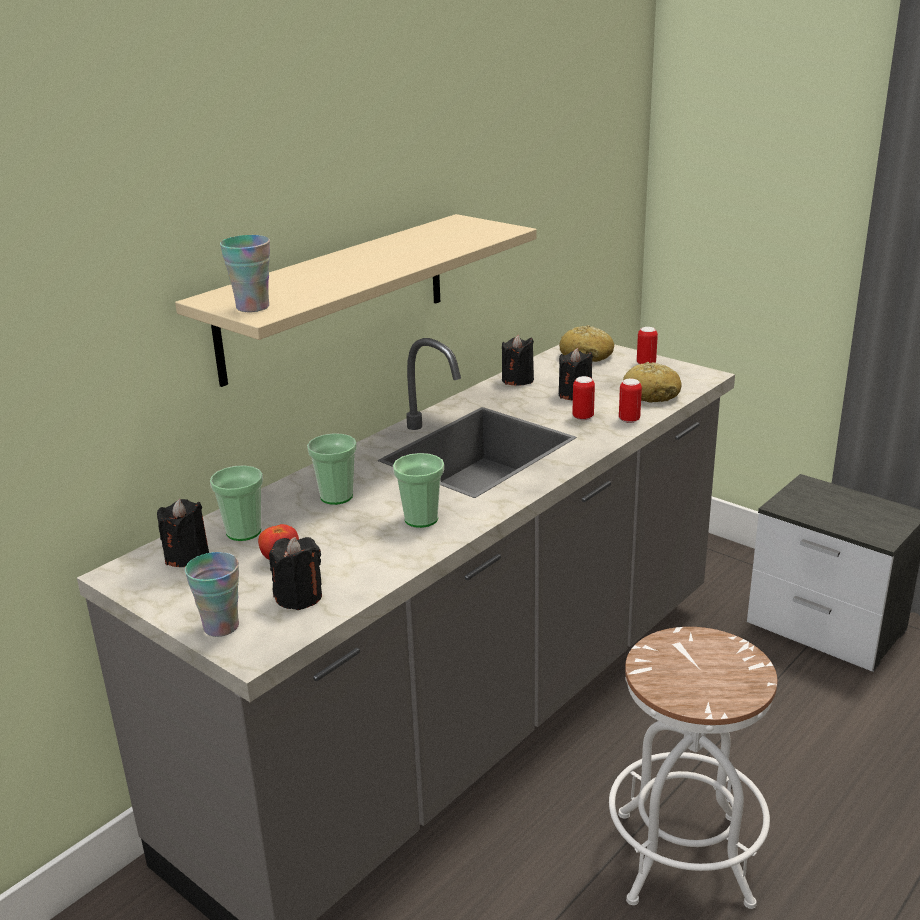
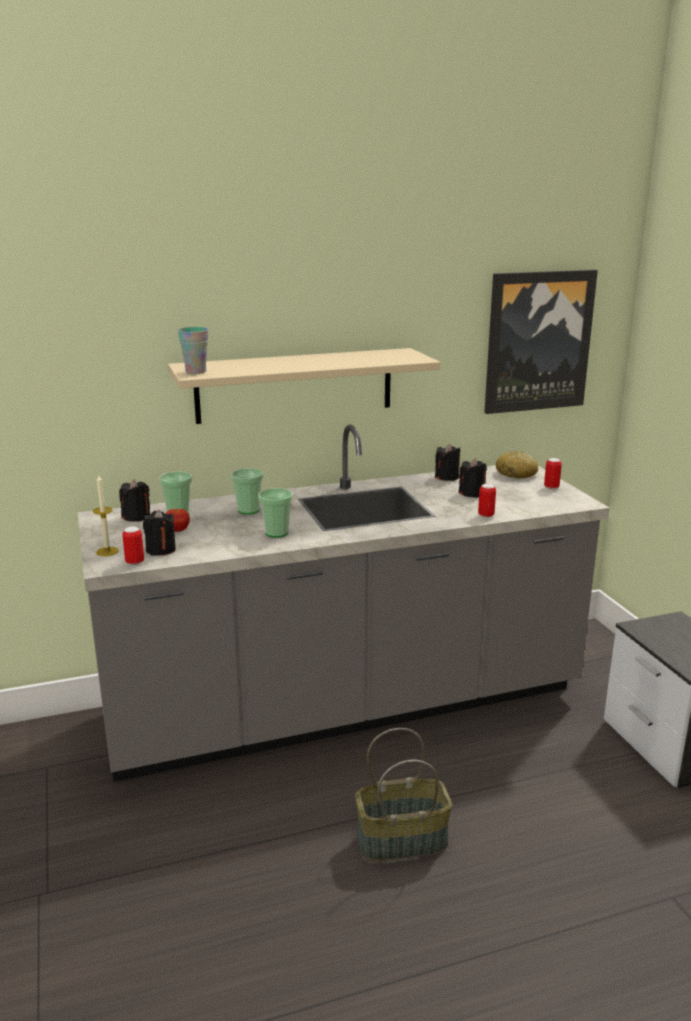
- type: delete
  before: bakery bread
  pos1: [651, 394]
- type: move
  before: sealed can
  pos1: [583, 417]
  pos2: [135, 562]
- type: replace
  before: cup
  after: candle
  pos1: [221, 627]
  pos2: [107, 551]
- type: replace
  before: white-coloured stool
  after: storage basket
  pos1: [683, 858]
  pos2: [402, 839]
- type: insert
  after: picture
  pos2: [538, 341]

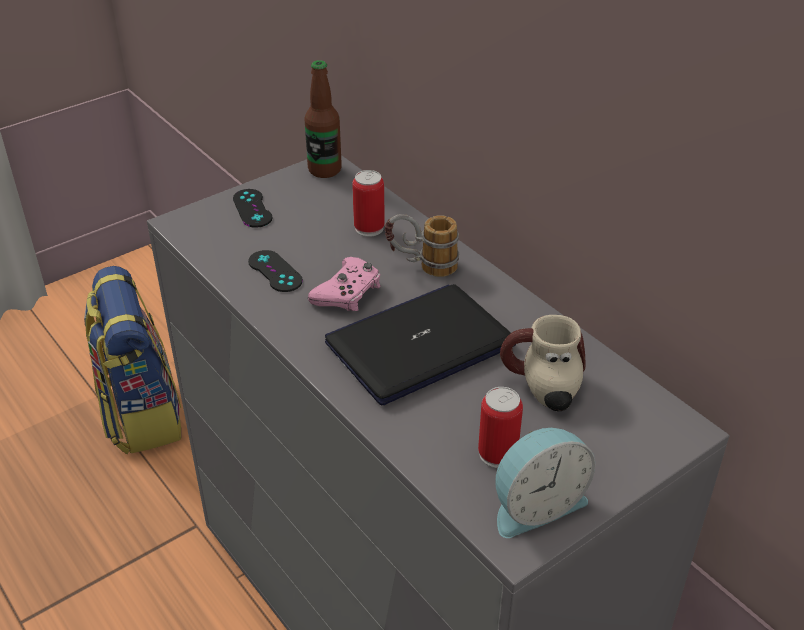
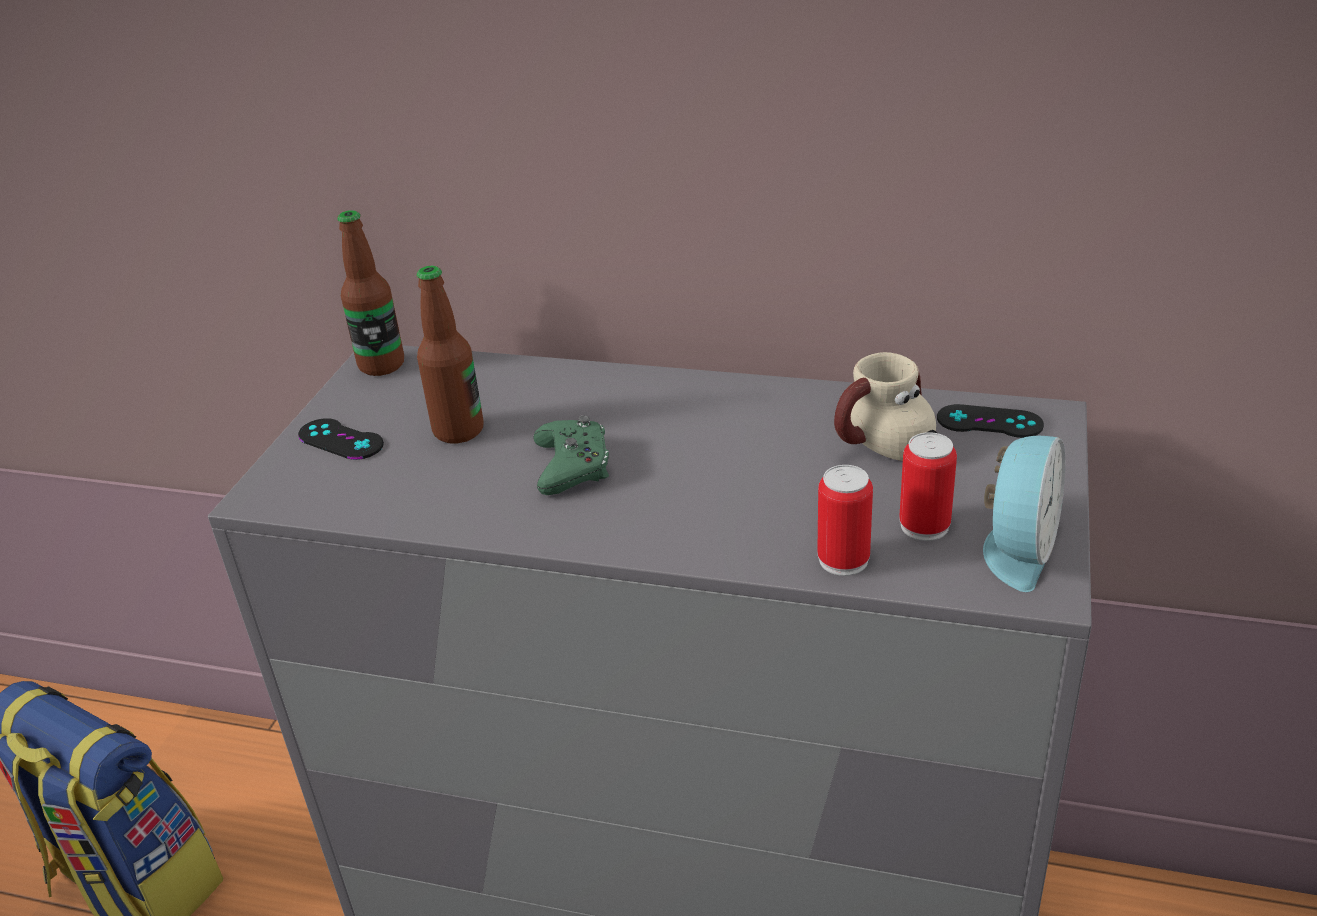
- type: move
  before: sealed can
  pos1: [369, 228]
  pos2: [843, 560]
- type: delete
  before: mug
  pos1: [422, 267]
- type: move
  before: black-coloured joypad
  pos1: [275, 271]
  pos2: [989, 422]
- type: recolor
  before: pink-coloured joypad
  after: green joypad
  pos1: [348, 293]
  pos2: [572, 466]
- type: delete
  before: laptop
  pos1: [419, 345]
- type: insert
  after: beverage bottle
  pos2: [458, 431]

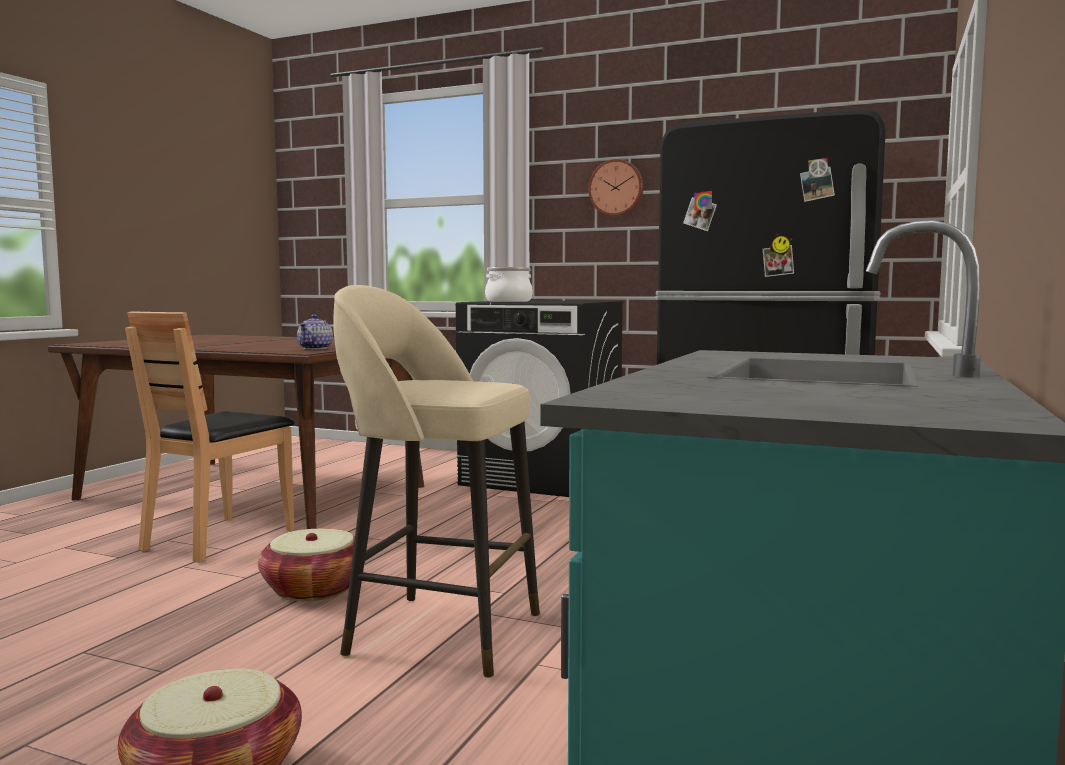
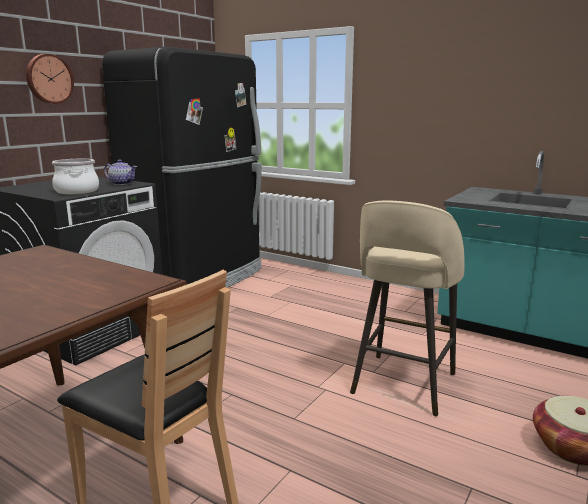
- type: move
  before: pot for tea
  pos1: [316, 348]
  pos2: [122, 183]
- type: delete
  before: storage basket
  pos1: [314, 589]

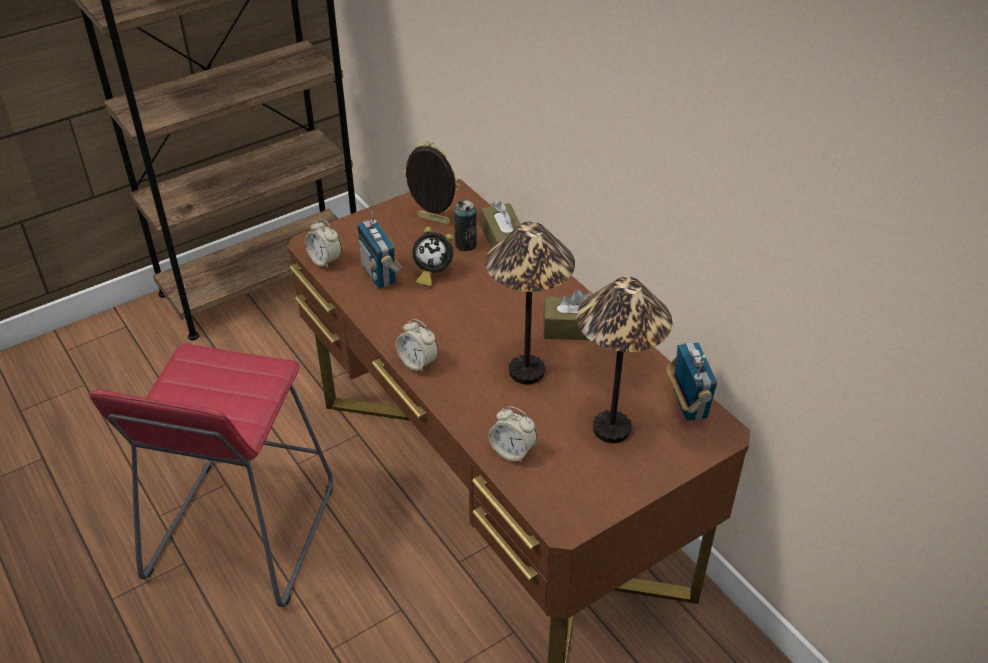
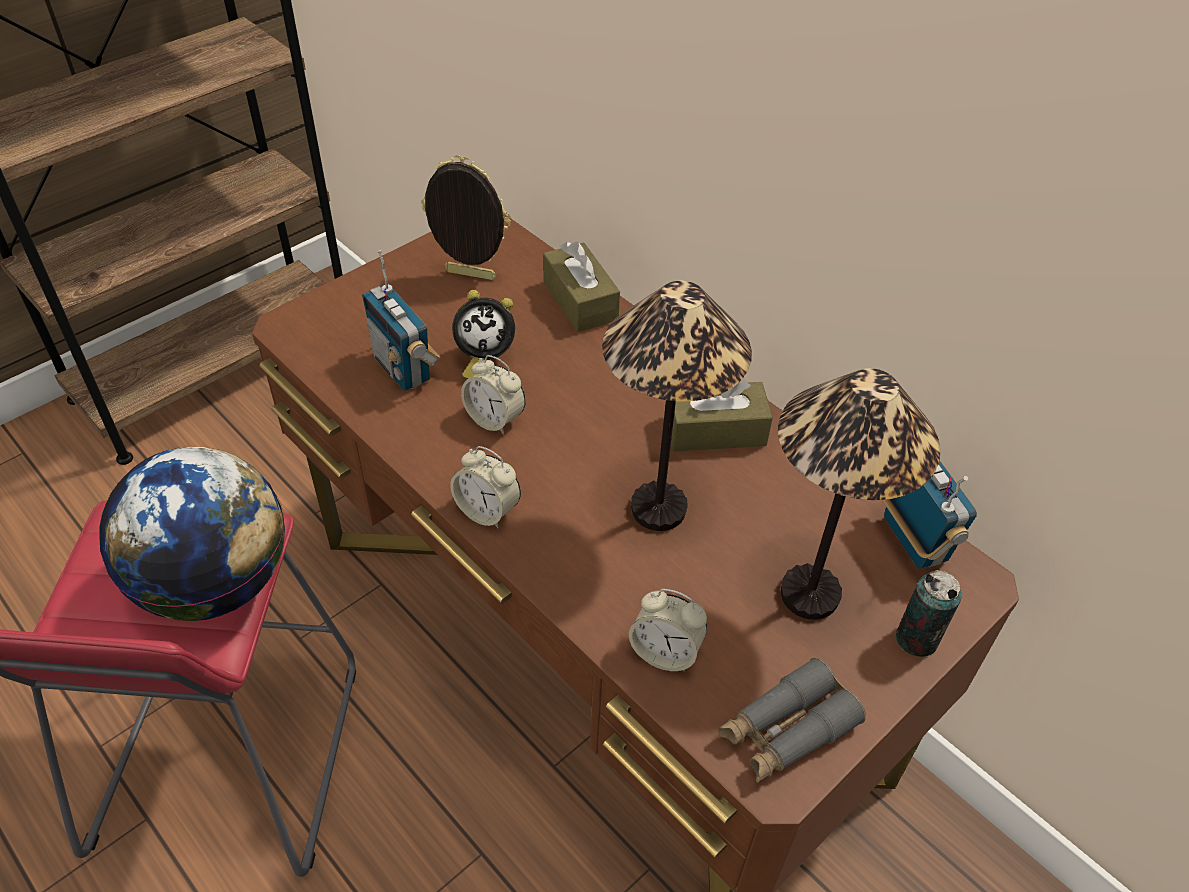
- type: move
  before: sealed can
  pos1: [465, 245]
  pos2: [916, 639]
- type: move
  before: table clock
  pos1: [325, 260]
  pos2: [494, 419]
- type: insert
  after: globe
  pos2: [215, 583]
- type: insert
  after: grey pair of binoculars
  pos2: [786, 730]

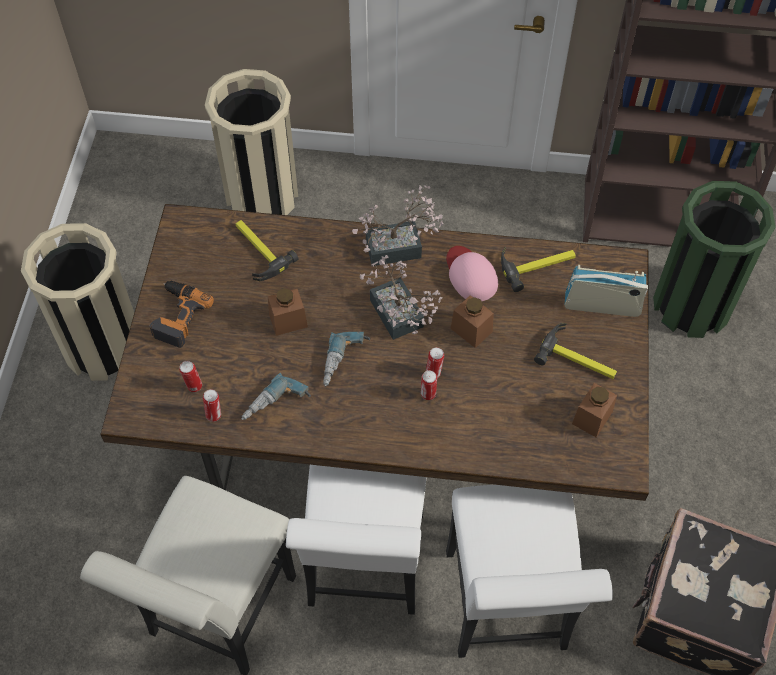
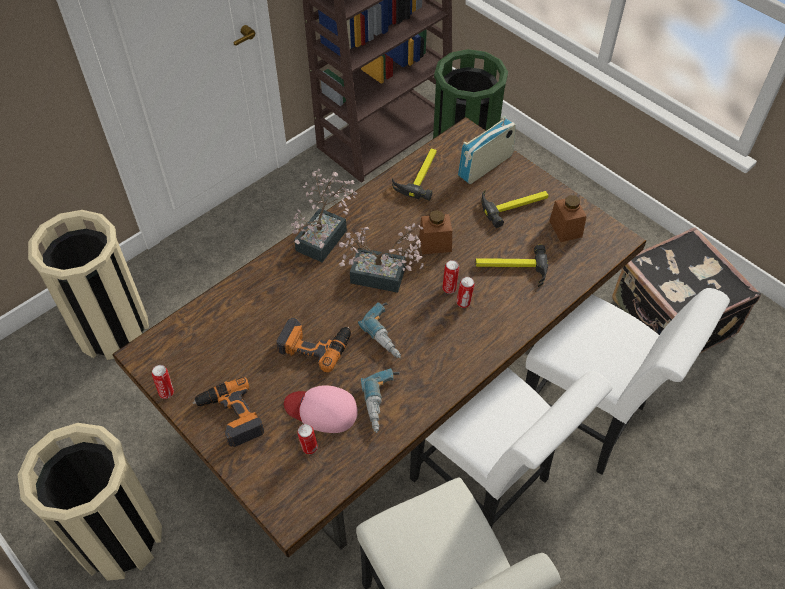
- type: move
  before: tool hammer
  pos1: [257, 251]
  pos2: [511, 269]
- type: move
  before: pink-coloured peaked cap
  pos1: [470, 275]
  pos2: [322, 410]
- type: replace
  before: brownish storage jar
  after: electric drill
  pos1: [288, 321]
  pos2: [315, 344]
- type: move
  before: sealed can
  pos1: [214, 415]
  pos2: [167, 392]

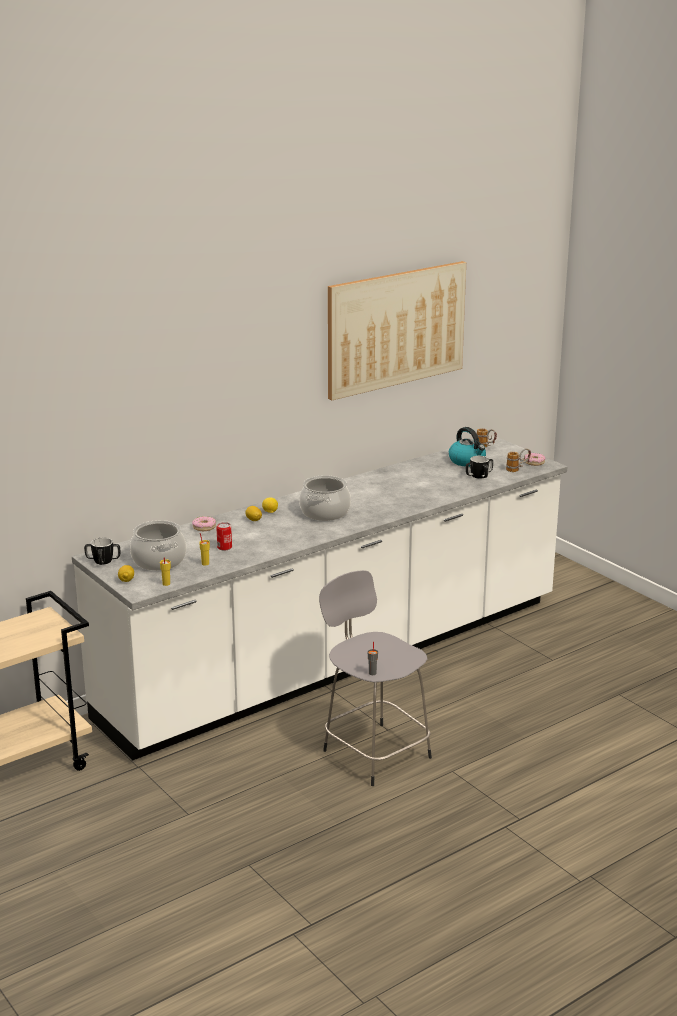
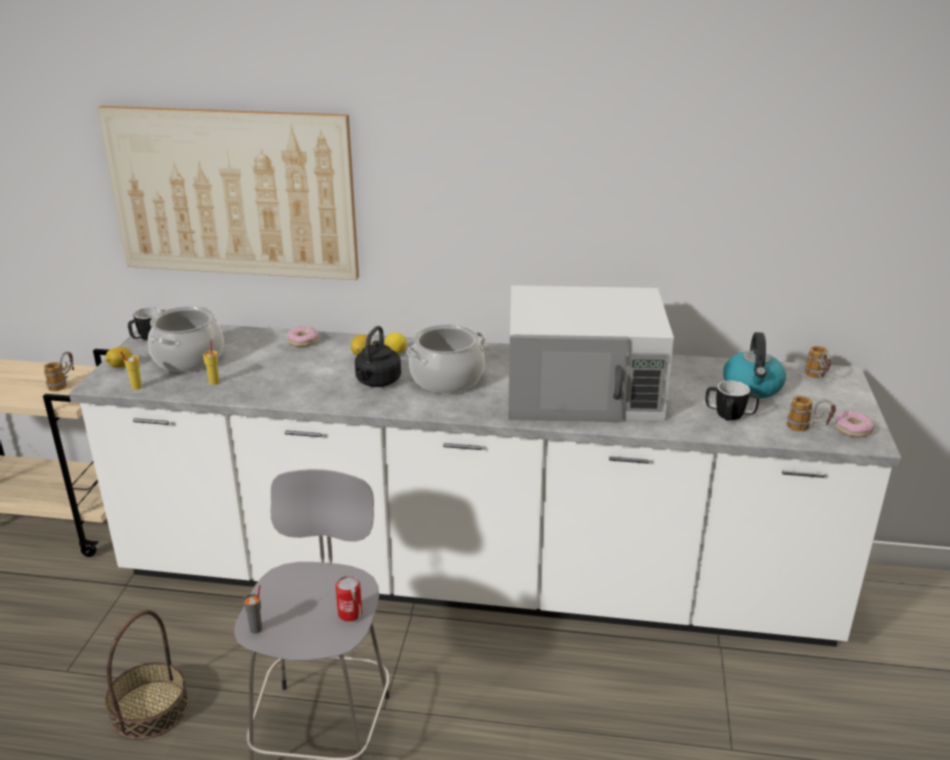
- type: move
  before: picture
  pos1: [396, 328]
  pos2: [233, 193]
- type: move
  before: sealed can
  pos1: [224, 547]
  pos2: [350, 614]
- type: insert
  after: white-coloured microwave oven
  pos2: [584, 390]
- type: insert
  after: black-coloured water kettle
  pos2: [377, 382]
- type: insert
  after: mug
  pos2: [63, 383]
- type: insert
  after: storage basket
  pos2: [149, 709]

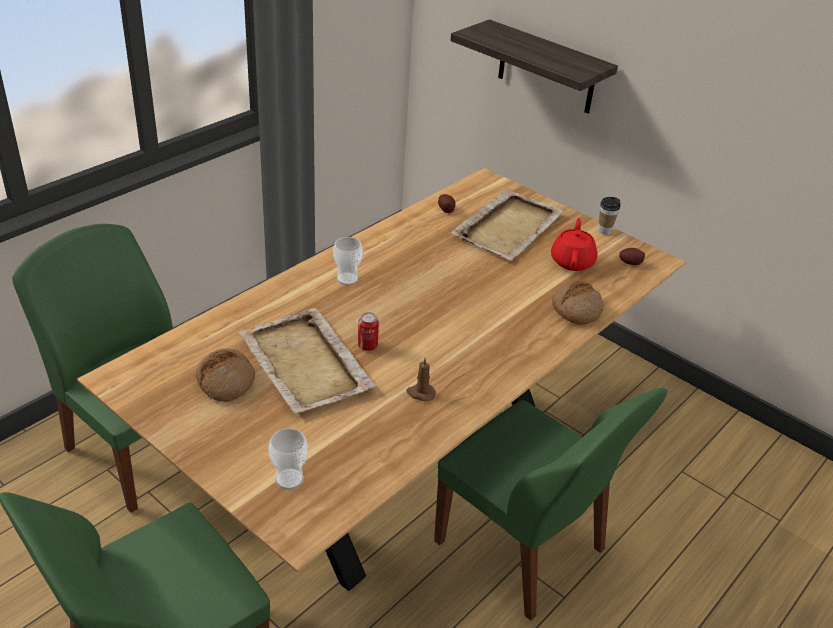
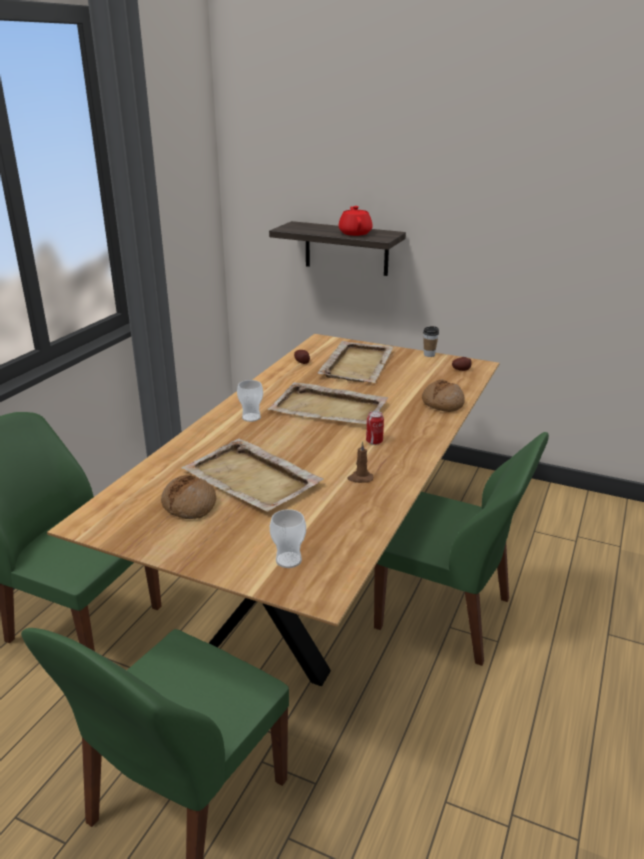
- type: move
  before: red-coloured pot for tea
  pos1: [572, 261]
  pos2: [355, 233]
- type: move
  before: sealed can
  pos1: [367, 346]
  pos2: [374, 441]
- type: insert
  after: beige tray
  pos2: [329, 408]

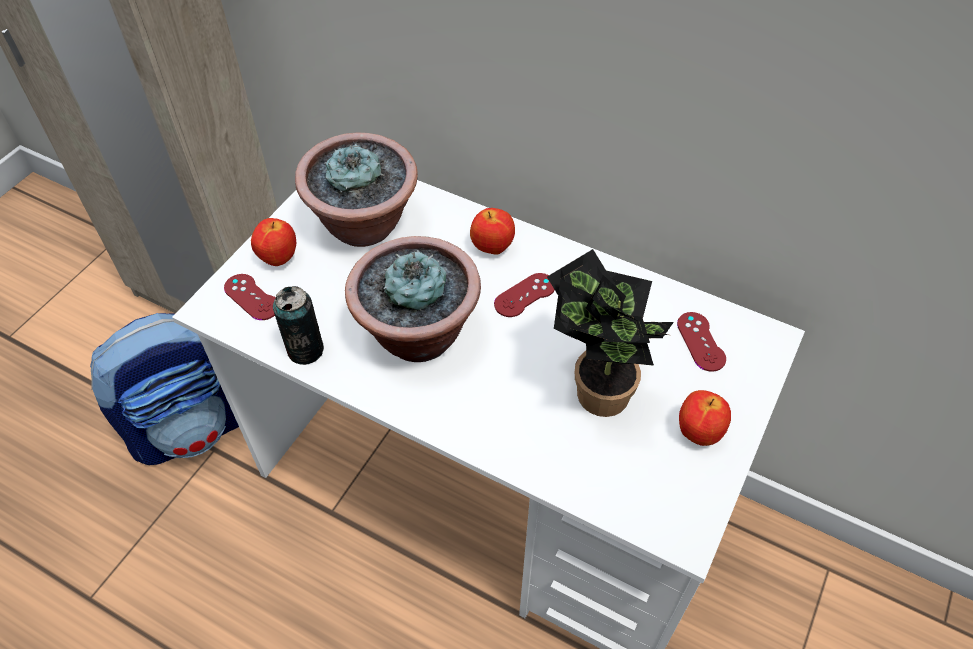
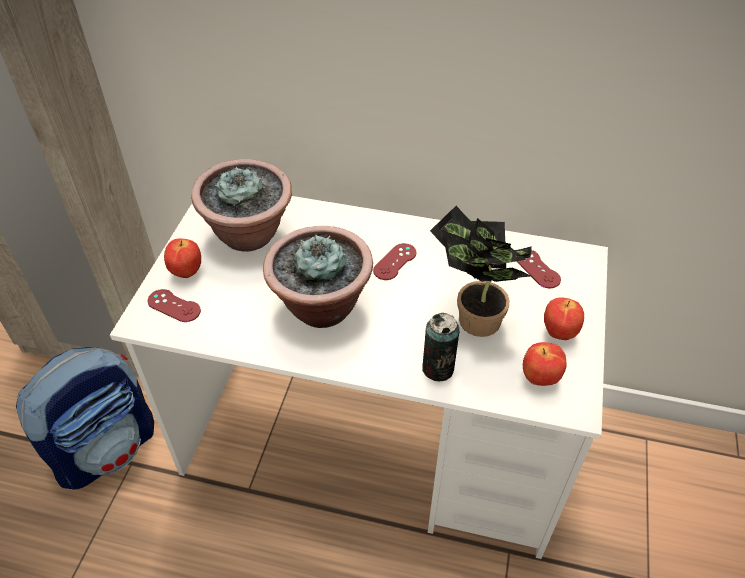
- type: move
  before: whole apple
  pos1: [492, 248]
  pos2: [540, 378]
- type: move
  before: sealed can
  pos1: [305, 350]
  pos2: [438, 368]

